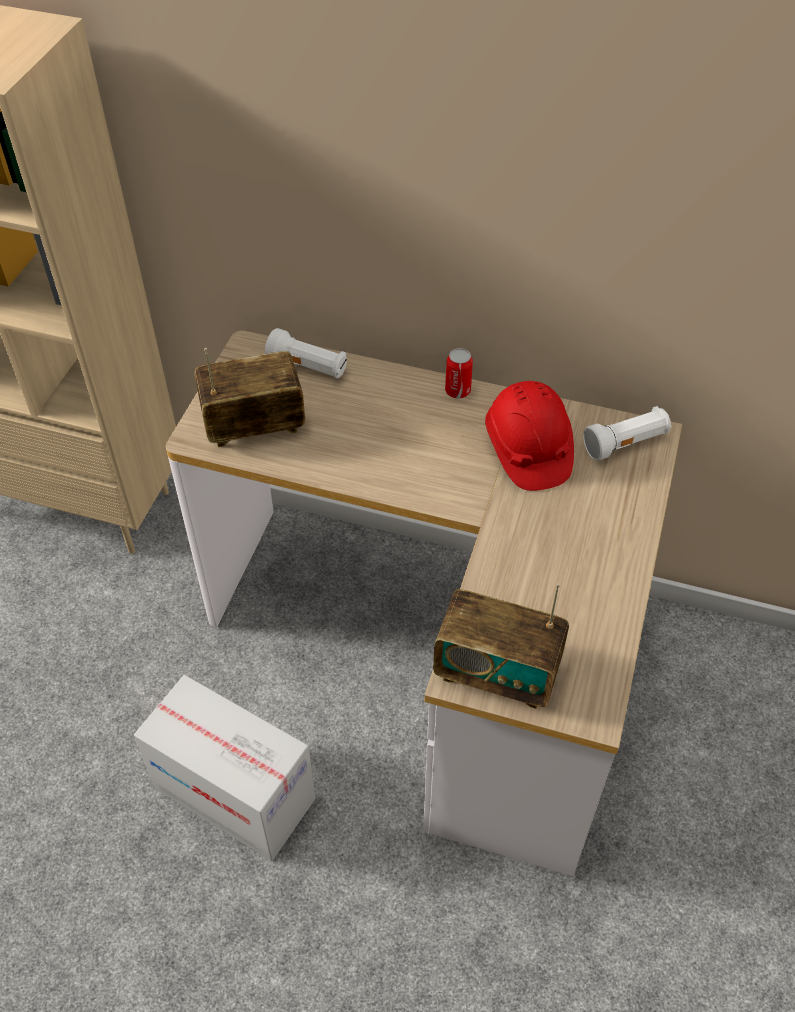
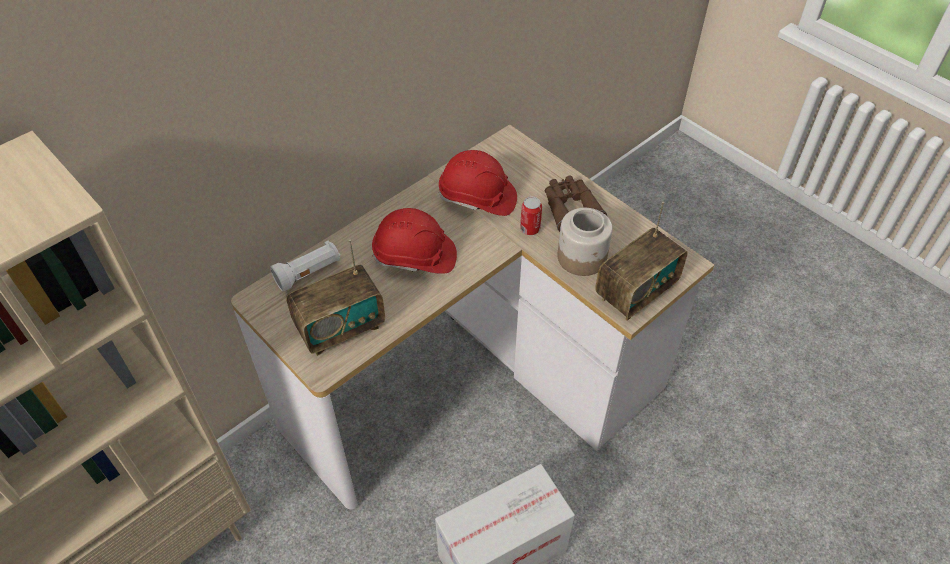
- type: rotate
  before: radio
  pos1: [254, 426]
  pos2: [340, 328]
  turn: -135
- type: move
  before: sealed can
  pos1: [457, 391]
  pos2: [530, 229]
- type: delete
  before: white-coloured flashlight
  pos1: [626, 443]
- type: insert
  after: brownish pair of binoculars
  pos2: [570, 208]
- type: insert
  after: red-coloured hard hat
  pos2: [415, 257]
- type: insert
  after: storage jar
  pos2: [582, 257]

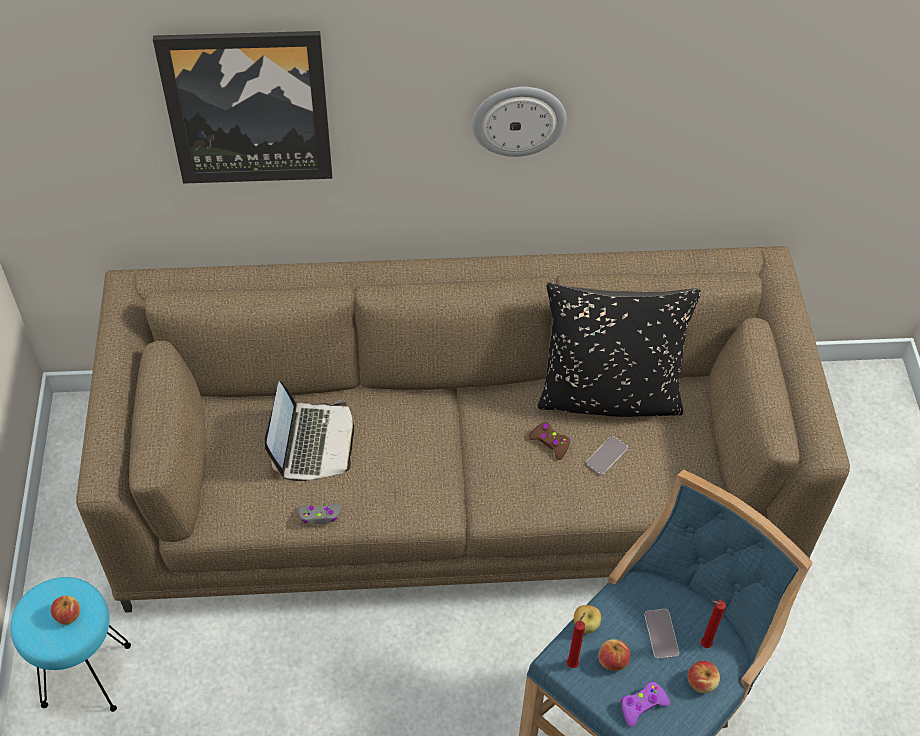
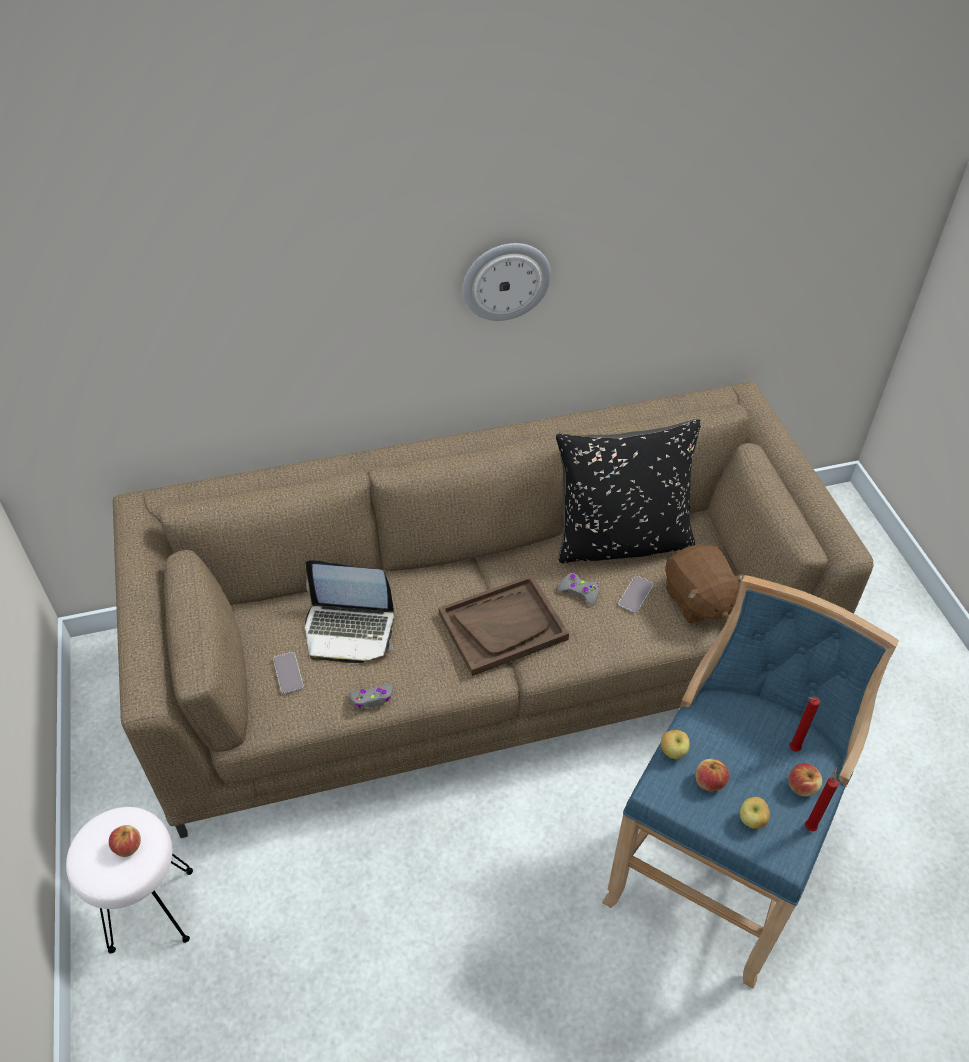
- type: delete
  before: picture
  pos1: [248, 107]
- type: rotate
  before: laptop
  pos1: [312, 442]
  pos2: [349, 630]
  turn: 105
- type: recolor
  before: brownish joypad
  after: grey joypad
  pos1: [550, 443]
  pos2: [579, 592]
- type: recolor
  before: blue-green stool
  after: white-coloured stool
  pos1: [85, 674]
  pos2: [150, 909]
- type: move
  before: telephone
  pos1: [661, 634]
  pos2: [288, 673]
- type: move
  before: red-coloured candle
  pos1: [573, 662]
  pos2: [810, 826]
- type: replace
  before: purplish joypad
  after: whole apple
  pos1: [642, 705]
  pos2: [752, 820]
- type: insert
  after: brownish cuddly toy
  pos2: [698, 600]
- type: insert
  after: brownish tray
  pos2: [503, 626]

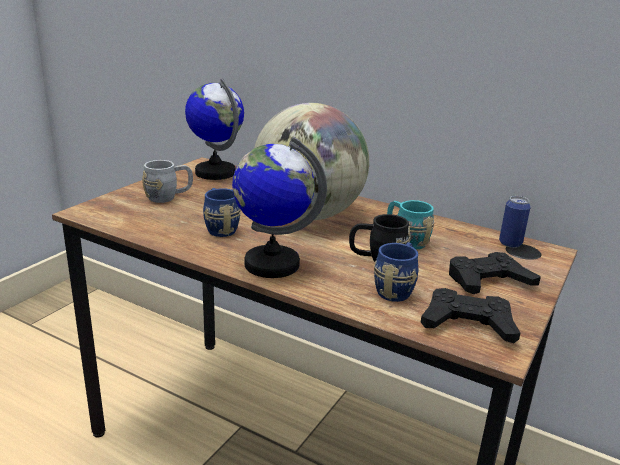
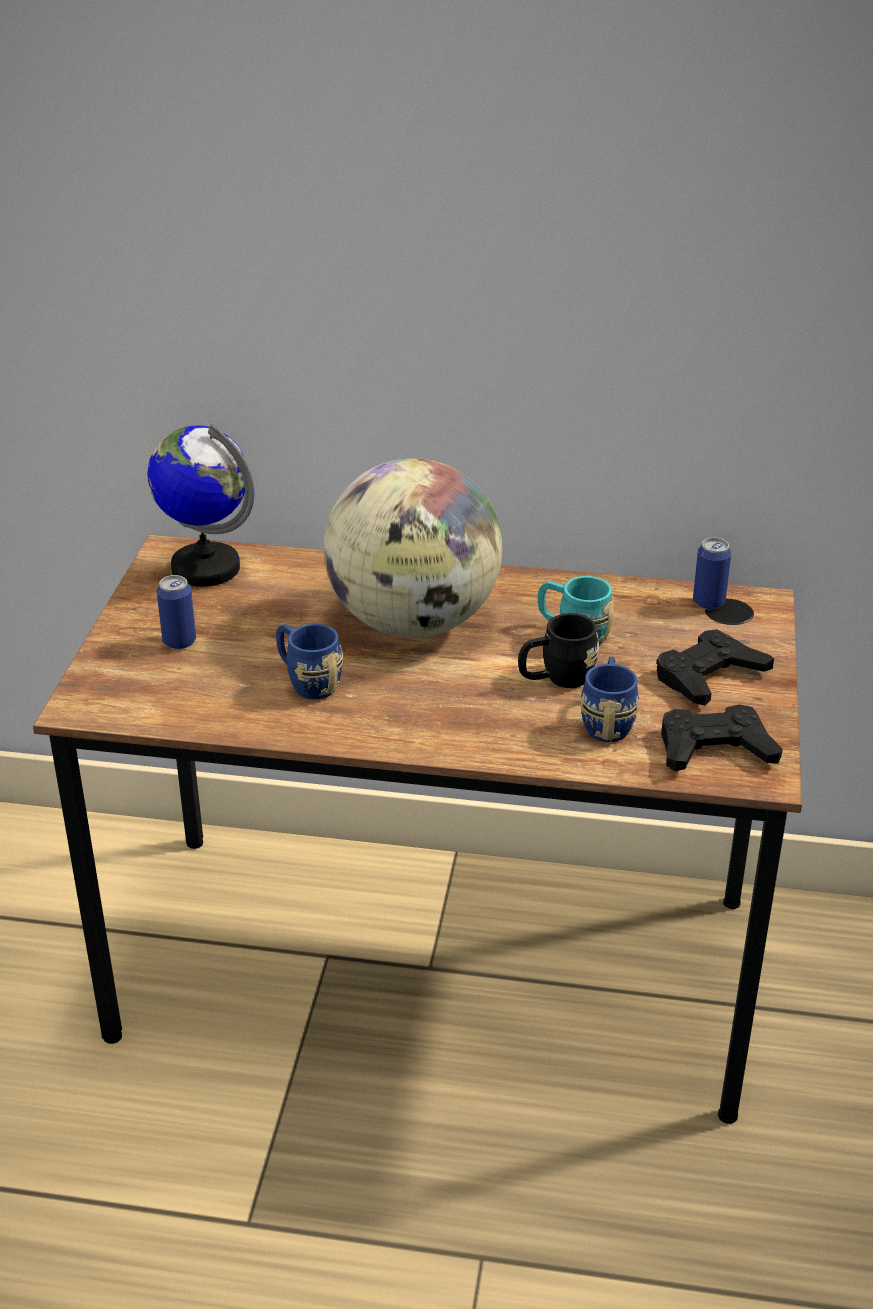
- type: delete
  before: globe
  pos1: [271, 264]
- type: replace
  before: grey mug
  after: sealed can
  pos1: [169, 197]
  pos2: [179, 641]

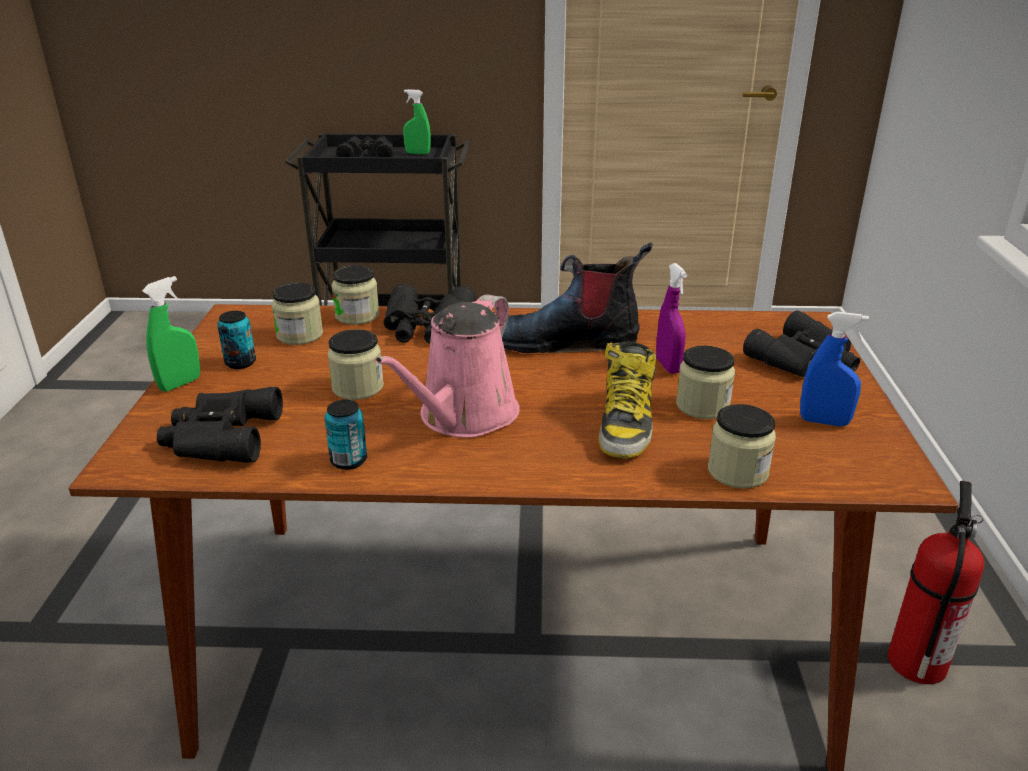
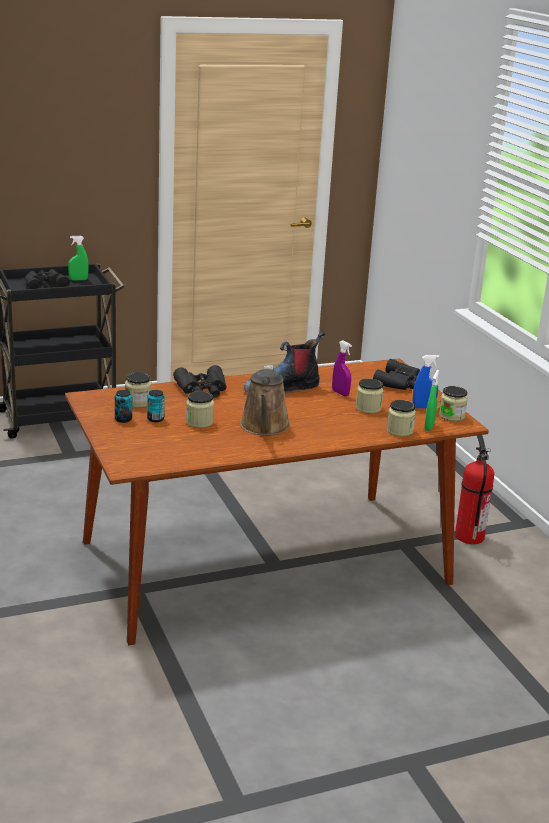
- type: move
  before: storage jar
  pos1: [357, 316]
  pos2: [451, 416]
- type: move
  before: green sprayer
  pos1: [180, 384]
  pos2: [429, 426]
- type: recolor
  before: pink-coloured watering can
  after: brownish watering can
  pos1: [463, 417]
  pos2: [264, 427]
- type: delete
  before: boot
  pos1: [625, 423]
- type: delete
  before: black-coloured pair of binoculars
  pos1: [219, 437]
- type: move
  before: sealed can
  pos1: [349, 460]
  pos2: [155, 419]

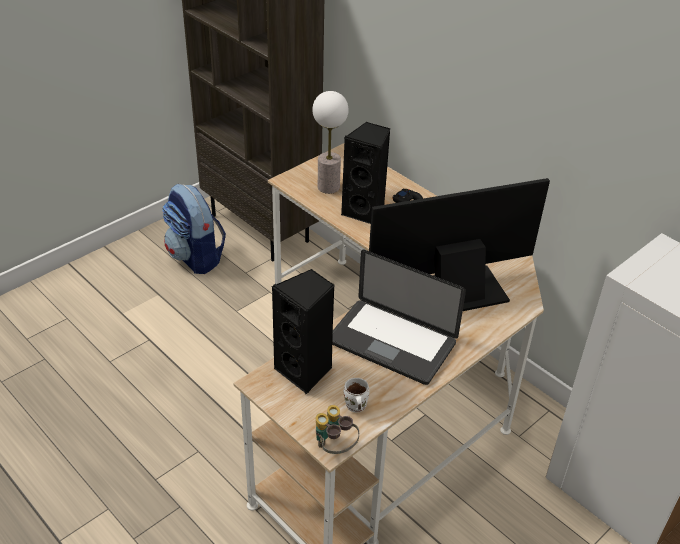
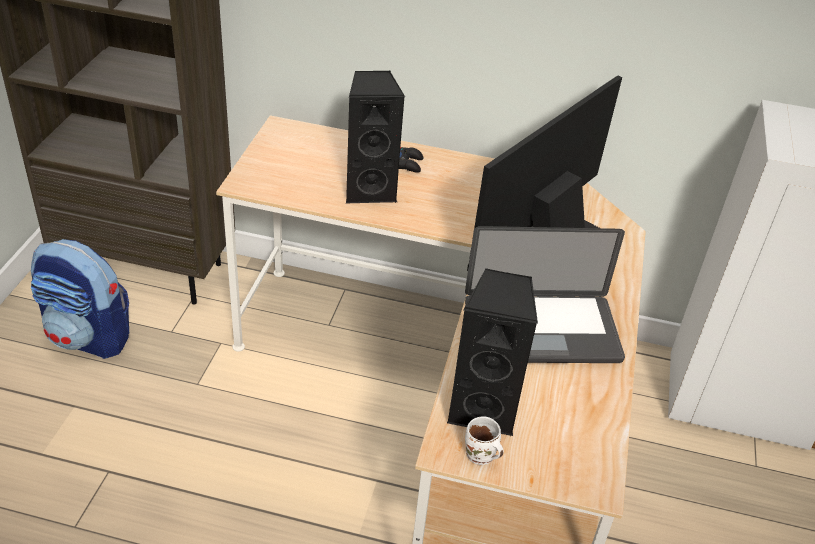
- type: delete
  before: tabletop lamp
  pos1: [328, 187]
- type: move
  before: white-coloured mug
  pos1: [355, 407]
  pos2: [480, 457]
- type: delete
  before: pair of binoculars
  pos1: [334, 448]

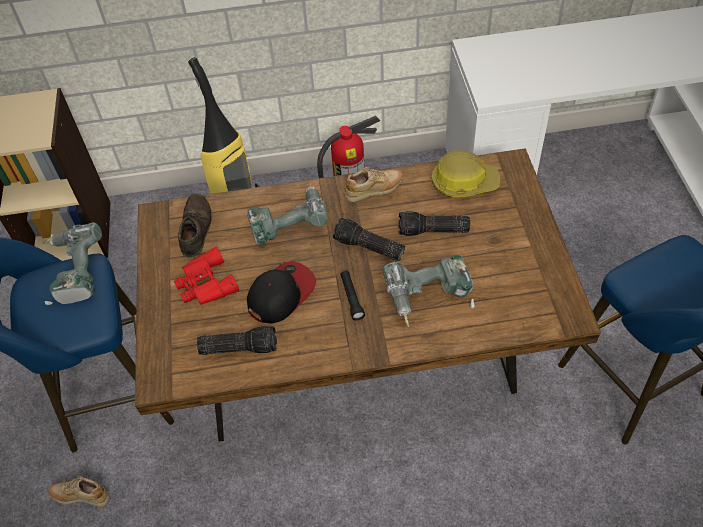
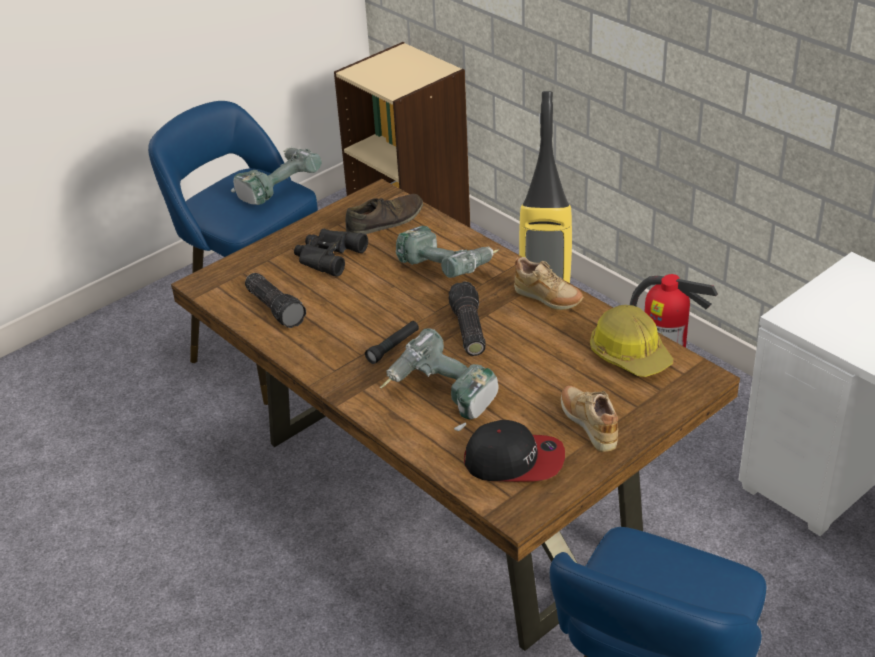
- type: delete
  before: flashlight
  pos1: [432, 231]
- type: recolor
  before: red-coloured pair of binoculars
  after: black-coloured pair of binoculars
  pos1: [205, 284]
  pos2: [327, 256]
- type: move
  before: peaked cap
  pos1: [281, 294]
  pos2: [514, 460]
- type: move
  before: beige shoe
  pos1: [81, 496]
  pos2: [589, 426]

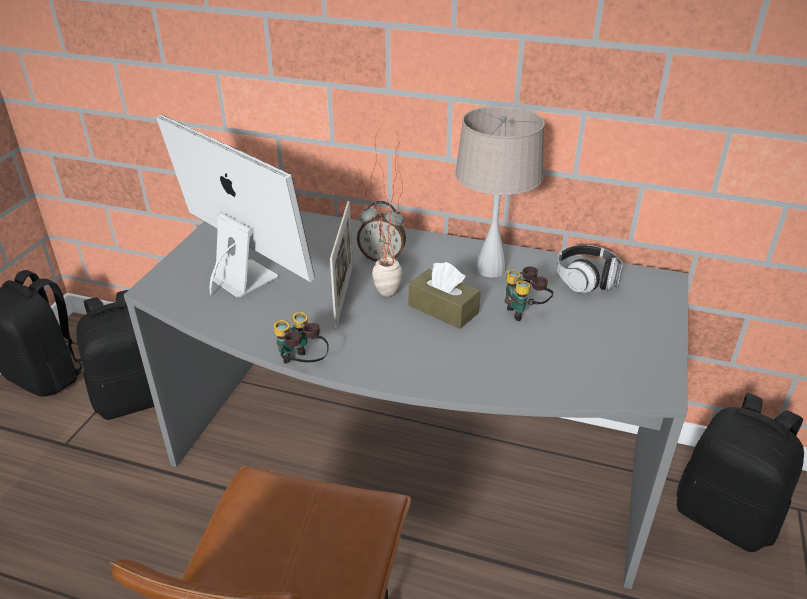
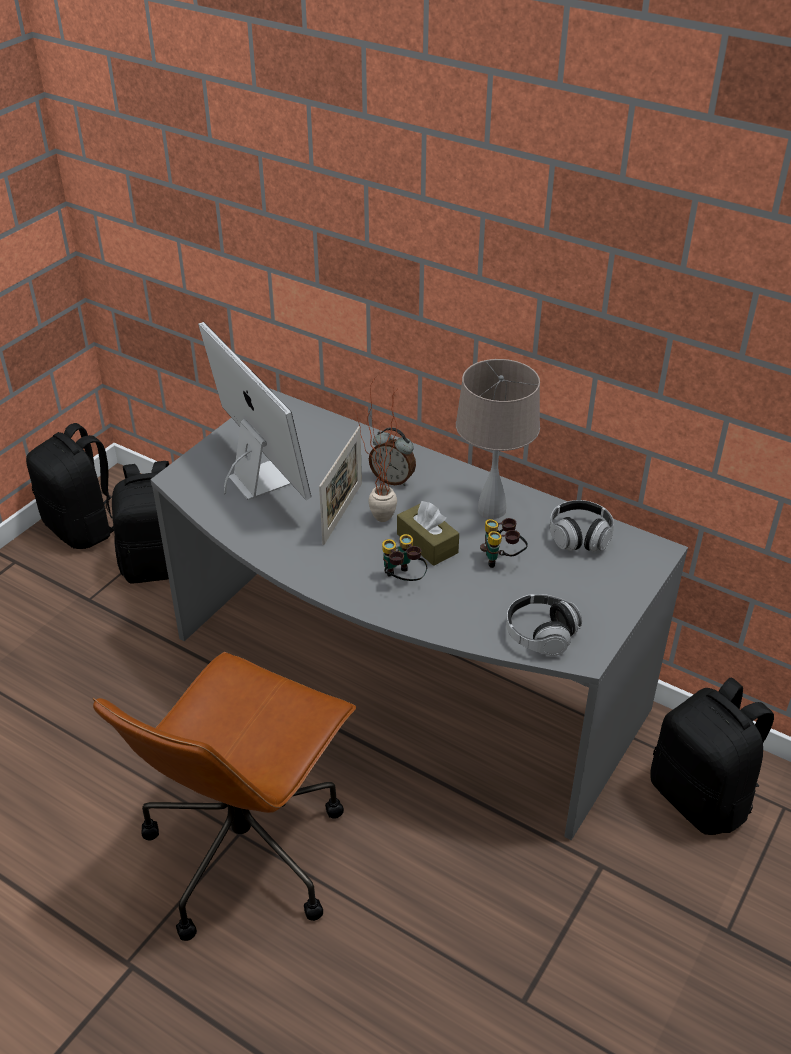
- type: move
  before: pair of binoculars
  pos1: [302, 365]
  pos2: [402, 580]
- type: insert
  after: headphones
  pos2: [540, 635]

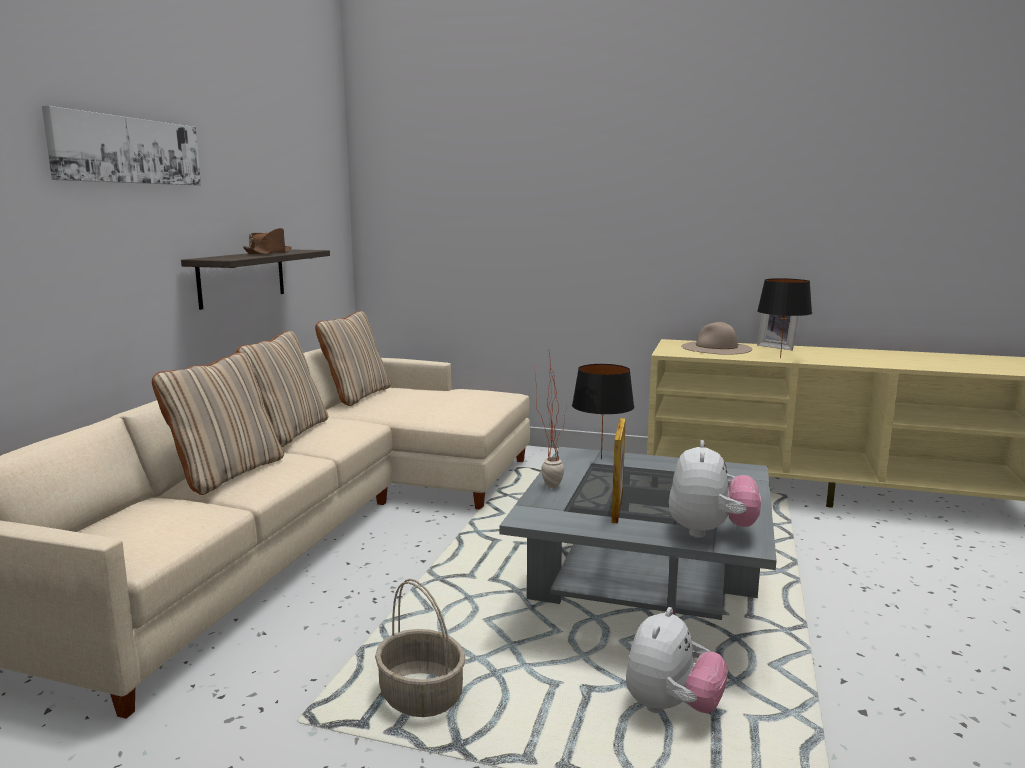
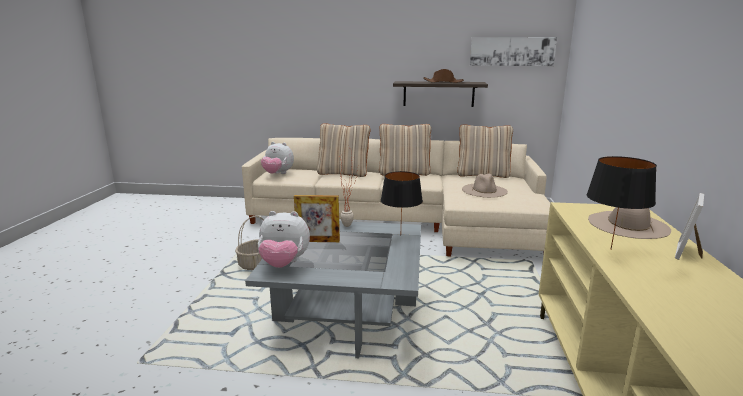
- type: move
  before: picture
  pos1: [127, 150]
  pos2: [512, 51]
- type: move
  before: cuddly toy
  pos1: [671, 707]
  pos2: [278, 174]
- type: insert
  after: beige clothing hat
  pos2: [484, 190]

